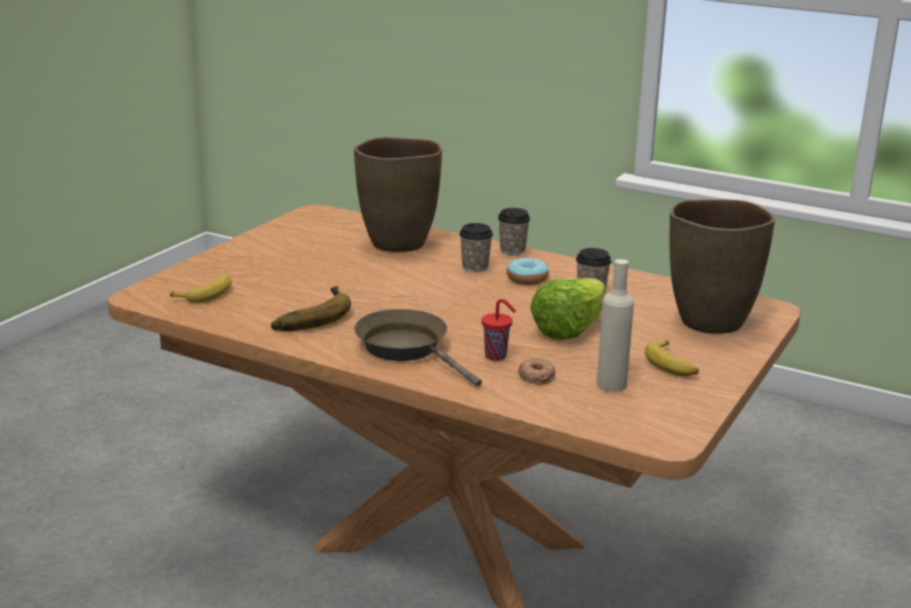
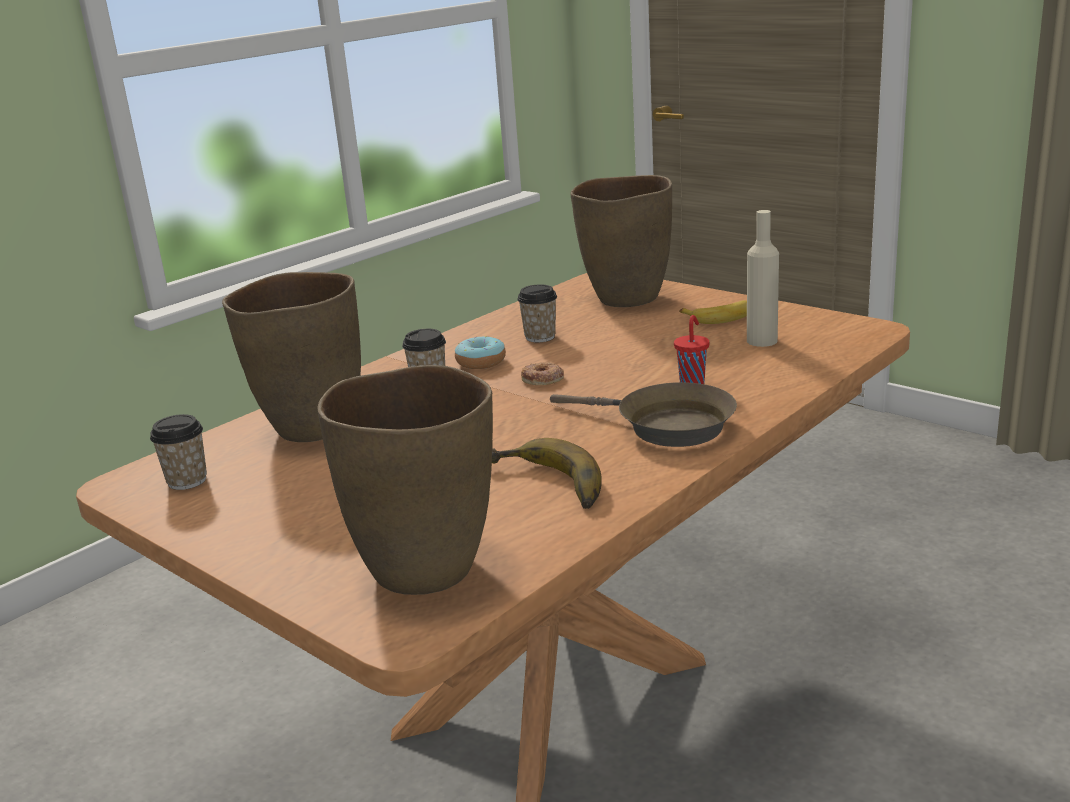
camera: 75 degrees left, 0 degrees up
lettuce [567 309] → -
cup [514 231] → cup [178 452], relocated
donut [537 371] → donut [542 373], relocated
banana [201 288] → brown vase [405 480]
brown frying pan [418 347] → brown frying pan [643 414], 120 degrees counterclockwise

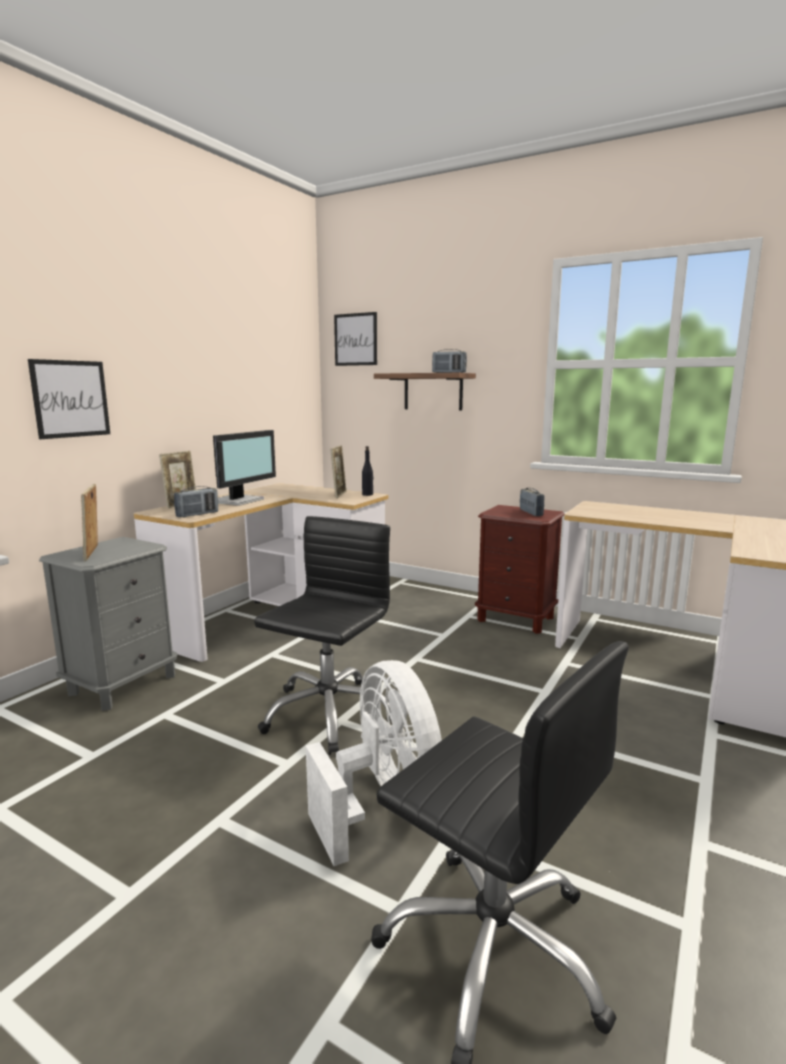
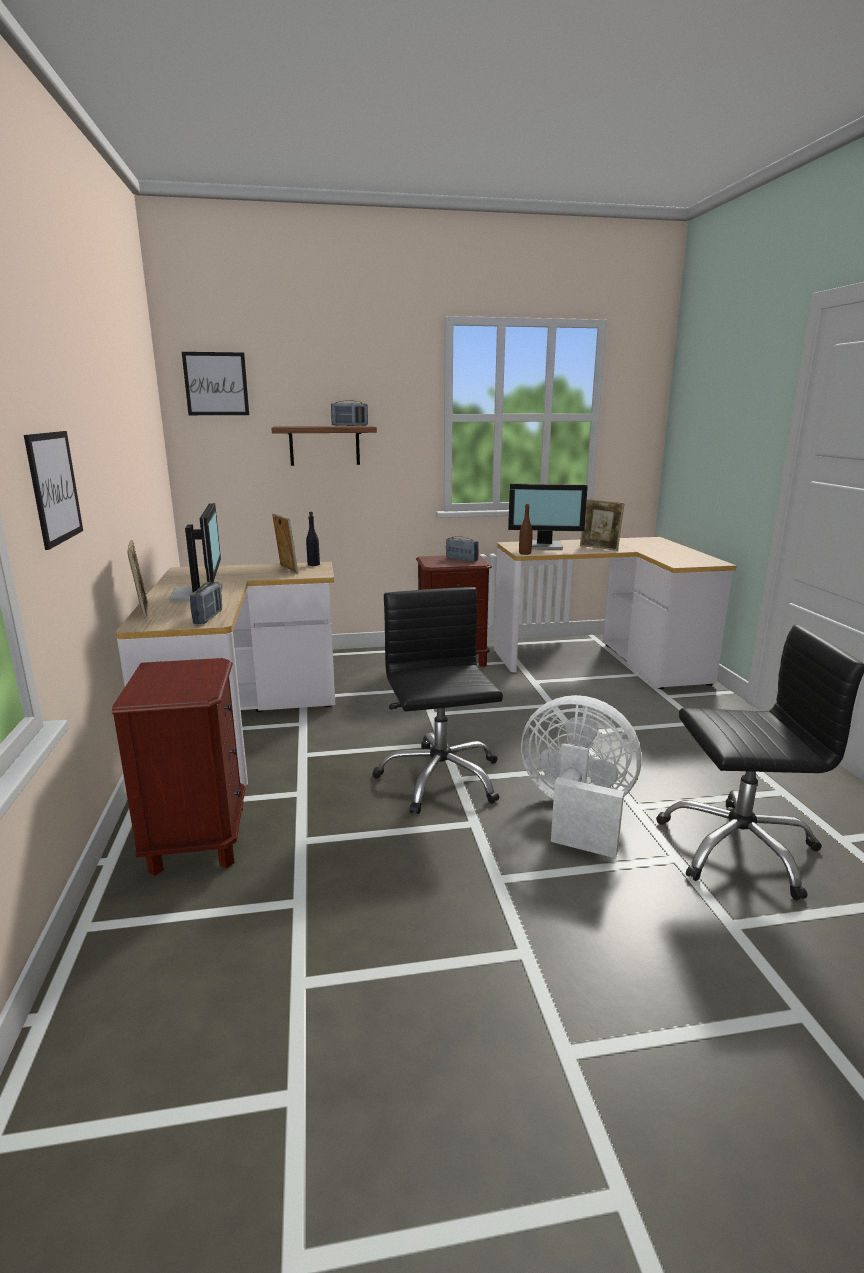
camera: 40 degrees left, 5 degrees up
- → monitor [548 517]
- → brown bottle [526 529]
picture frame [89 522] → picture frame [602 525], relocated
grey nightstand [108 624] → brown nightstand [178 767]

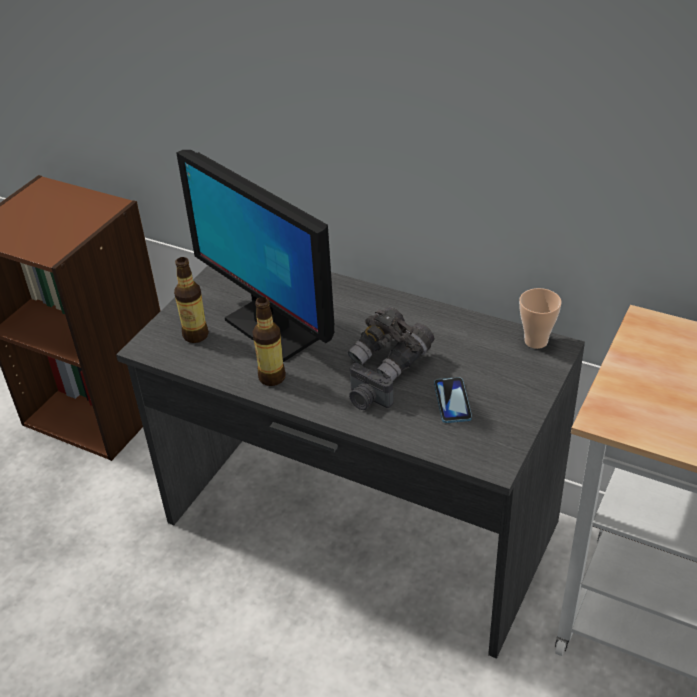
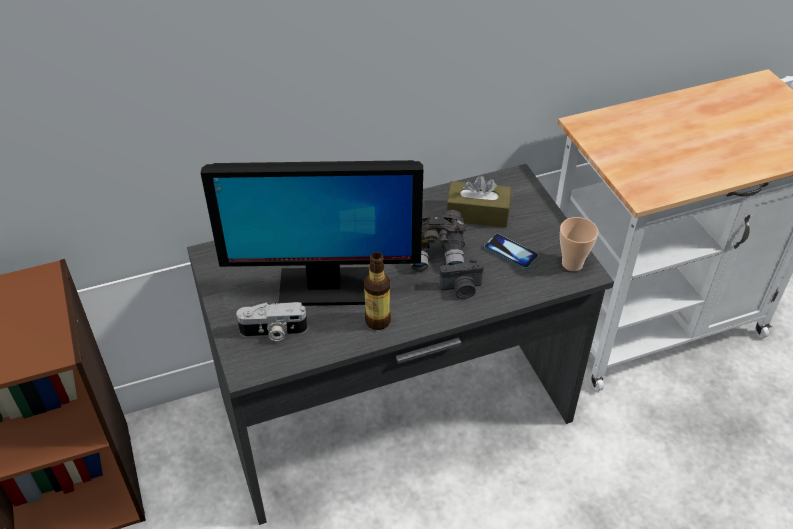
camera: 50 degrees left, 5 degrees up
- → brown tissue box [478 202]
cup [540 318] → cup [579 244], relocated
bottle [191 300] → photo camera [272 321]

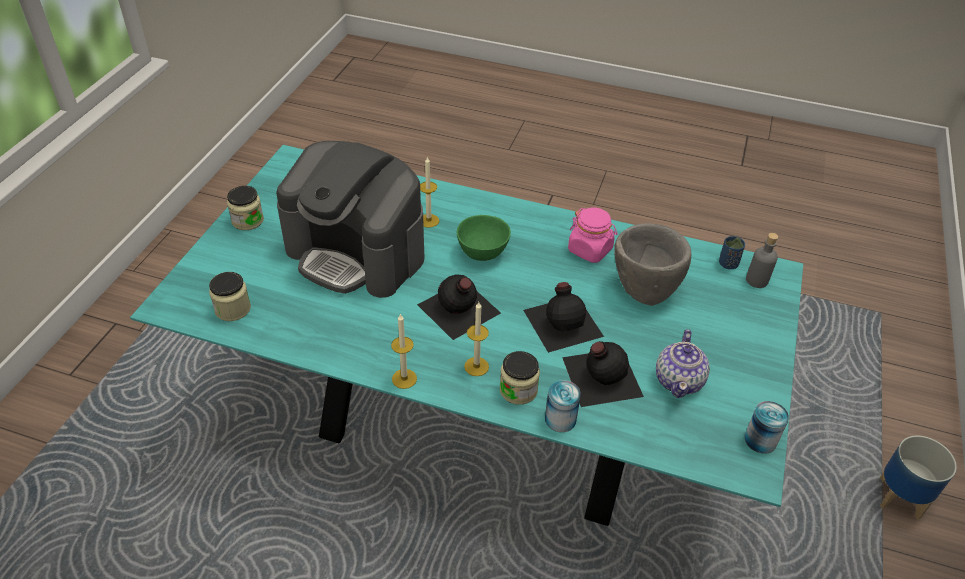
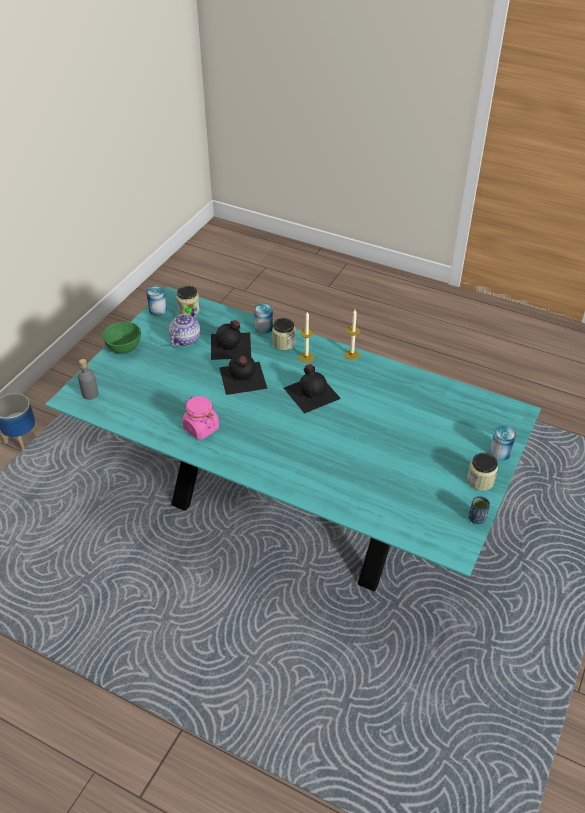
camera: 170 degrees left, 0 degrees up
coffee machine [350 219] → -
candle [429 192] → -
grey bowl [652 264] → -
- → can [503 443]
jar [230 296] → jar [188 300], relocated
green bowl [484 238] → green bowl [121 338], relocated
blue cup [732 252] → blue cup [479 510], relocated

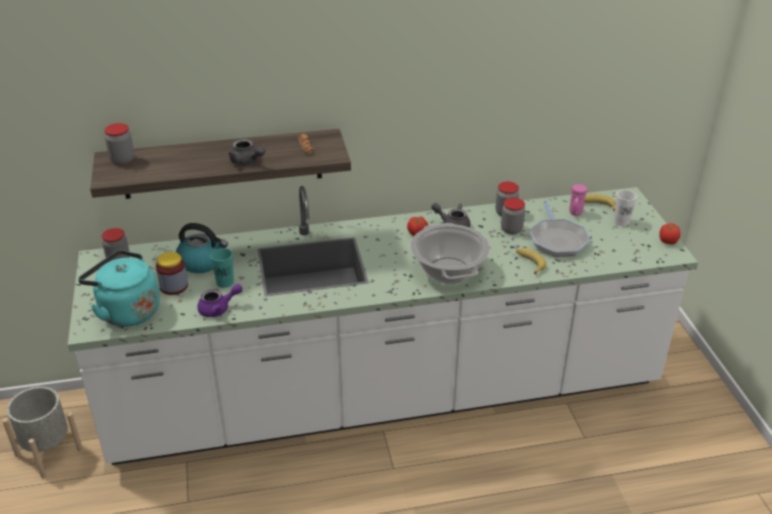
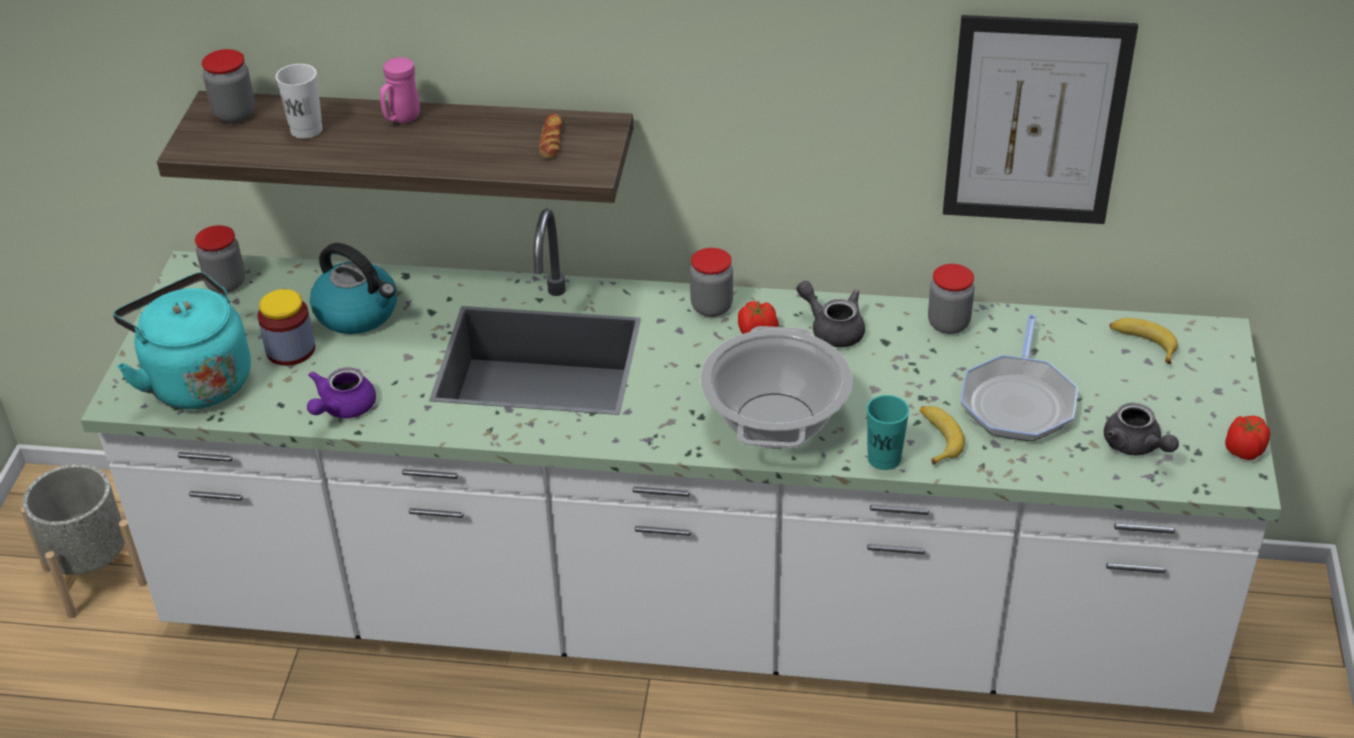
camera: 20 degrees right, 5 degrees up
- → picture [1040 119]
turquoise cup [222 268] → turquoise cup [888 432], relocated
grey teapot [246 152] → grey teapot [1141 429], relocated
jar [513 216] → jar [711 282], relocated
pink mug [578 200] → pink mug [400 90], relocated
white cup [625 208] → white cup [299 101], relocated
purple teapot [219 300] → purple teapot [341 392], 120 degrees clockwise

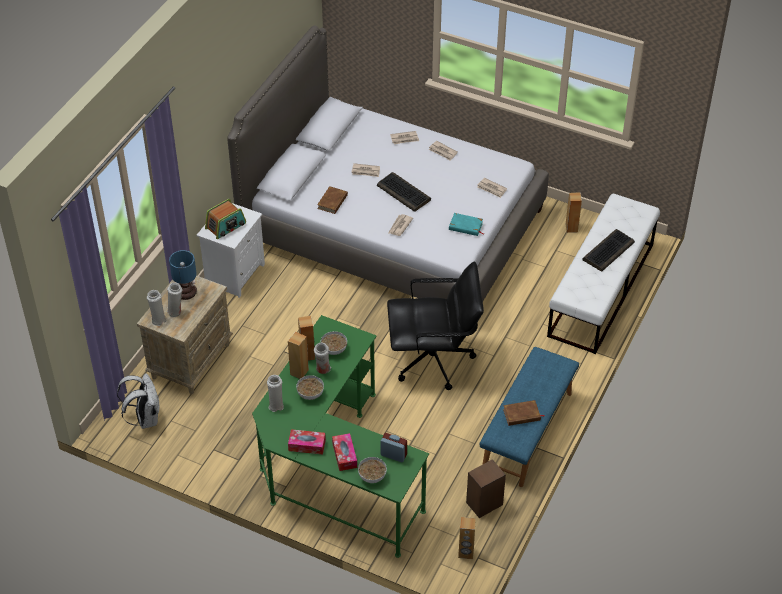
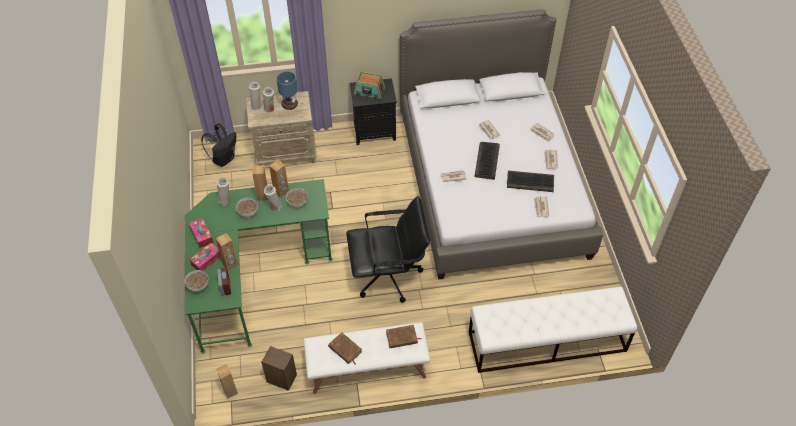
camera: 55 degrees right, 5 degrees up
turquoise book [466 224] → -
brown book [332 200] → brown book [403 336], relocated
brown speaker [574 212] → brown speaker [227 252], relocated
keyboard [608 250] → keyboard [530 181], relocated
white backpack [138 401] → black backpack [218 145]
white nightstand [231 250] → black nightstand [373 111]
blue bench [529 417] → white bench [367 358]
black office chair [435 326] → black office chair [388 249], 60 degrees counterclockwise

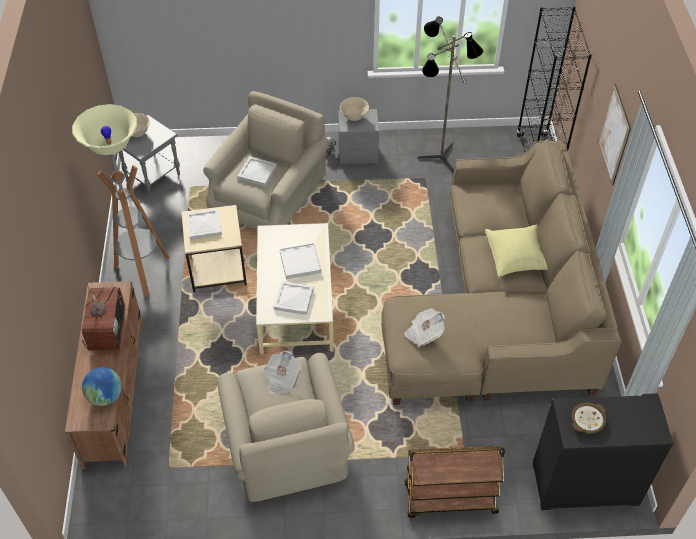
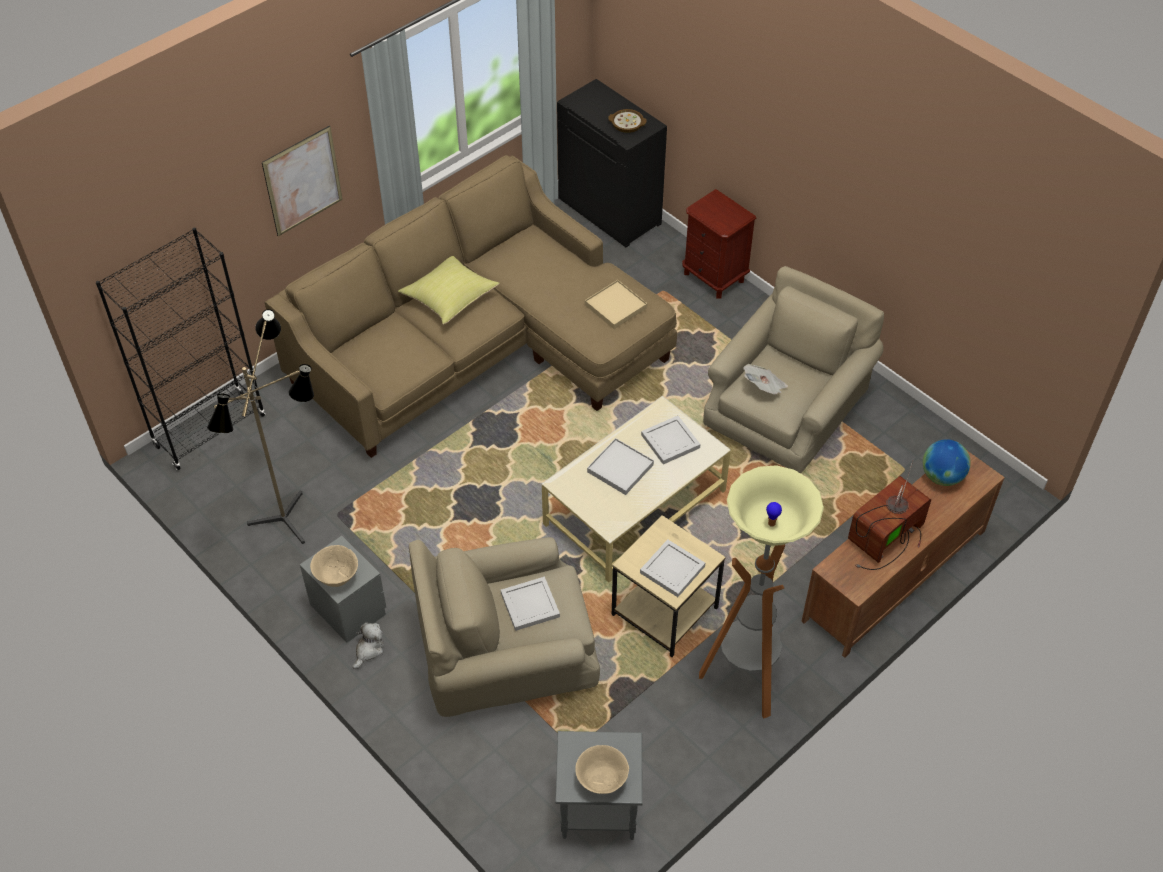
camera: 130 degrees left, 0 degrees up
newspaper [424 327] → beige tray [616 304]
brown cart [455 482] → brown nightstand [719 244]

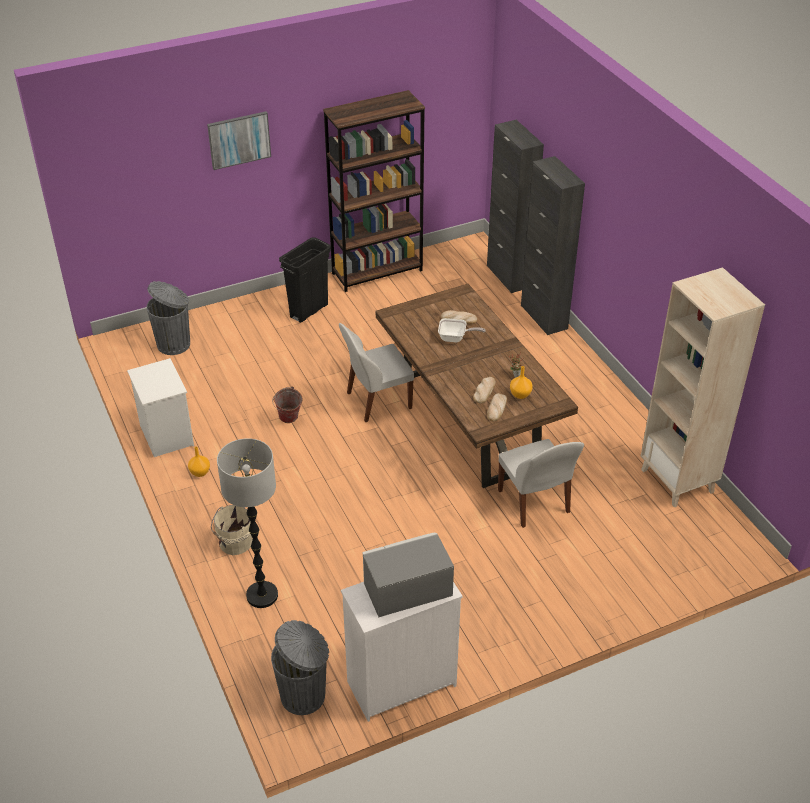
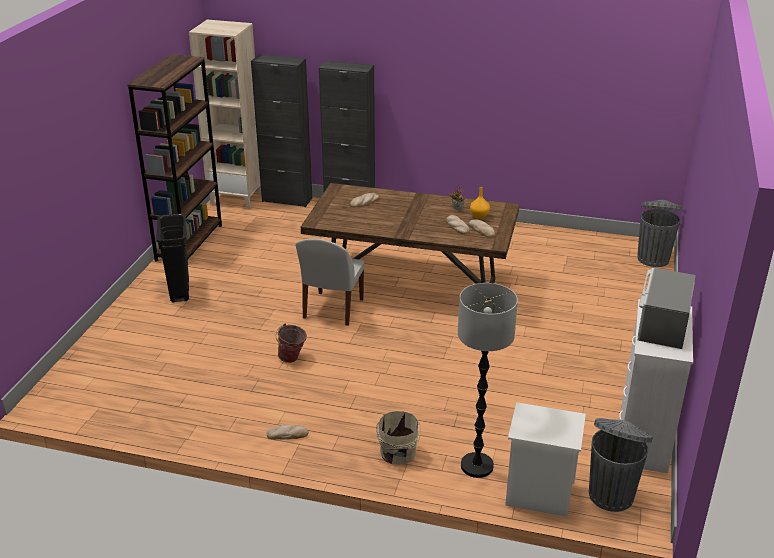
camera: 50 degrees left, 10 degrees down
picture [239 140] → -
frying pan [462 330] → -
white chair [541 483] → -
white nightstand [160 407] → white nightstand [545 459], relocated
grey trash can [168 318] → grey trash can [660 233], relocated
beige bookcase [703 387] → beige bookcase [225 115], relocated
orange vase [199 461] → bread [287 432]

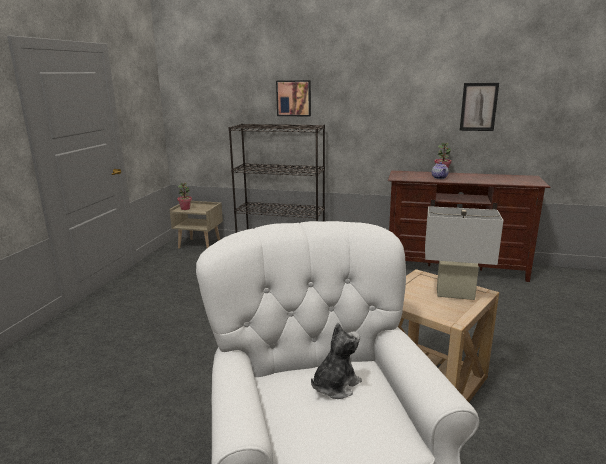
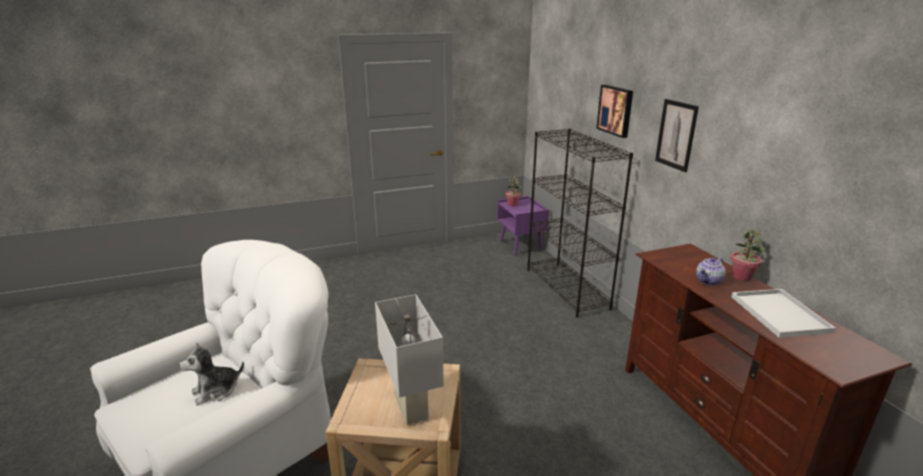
camera: 55 degrees right, 5 degrees up
- → white tray [784 313]
picture [479 107] → picture [677 135], relocated
beige nightstand [196 225] → purple nightstand [523 225]
plush toy [336 361] → plush toy [211 374], 135 degrees clockwise

